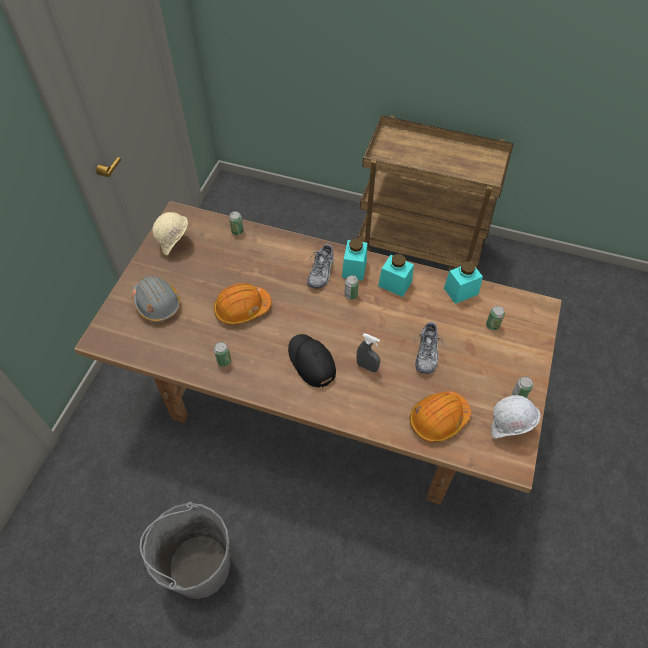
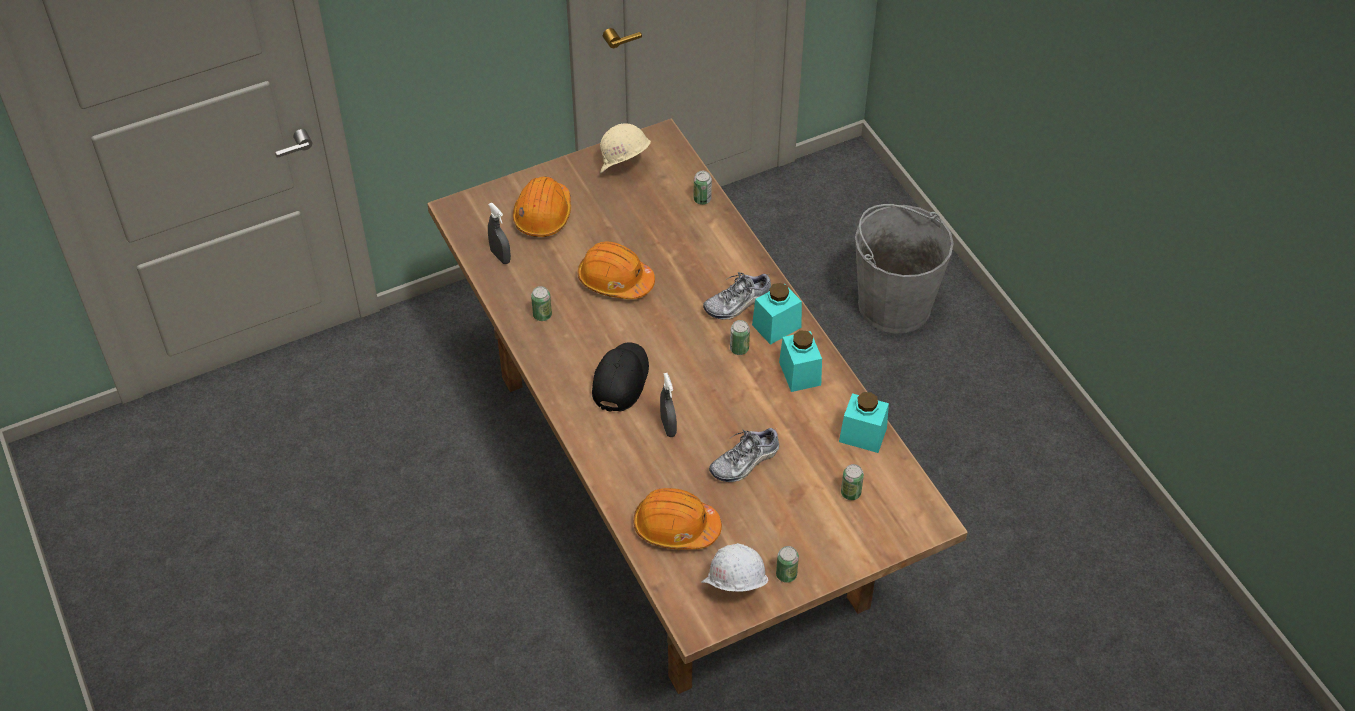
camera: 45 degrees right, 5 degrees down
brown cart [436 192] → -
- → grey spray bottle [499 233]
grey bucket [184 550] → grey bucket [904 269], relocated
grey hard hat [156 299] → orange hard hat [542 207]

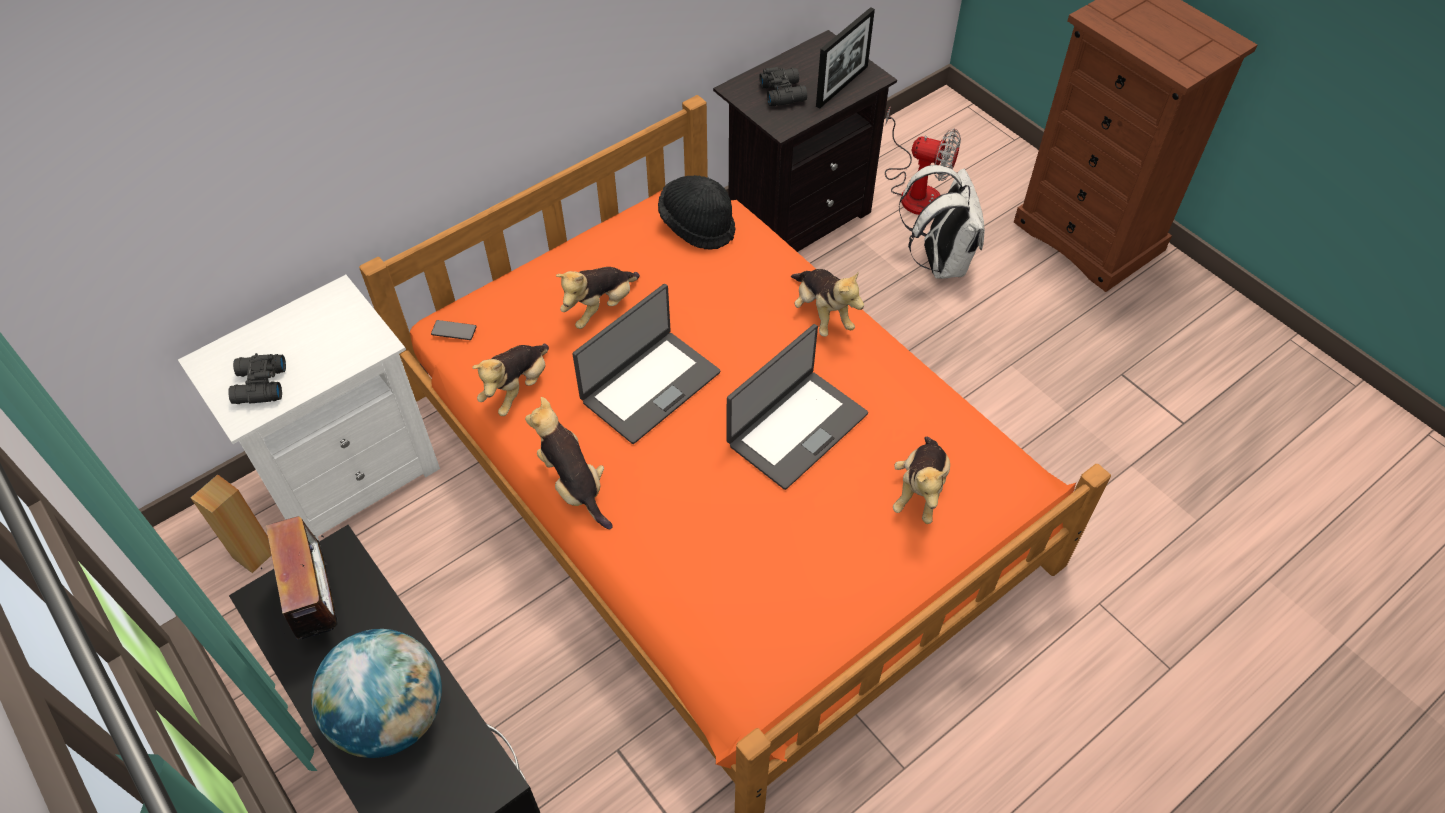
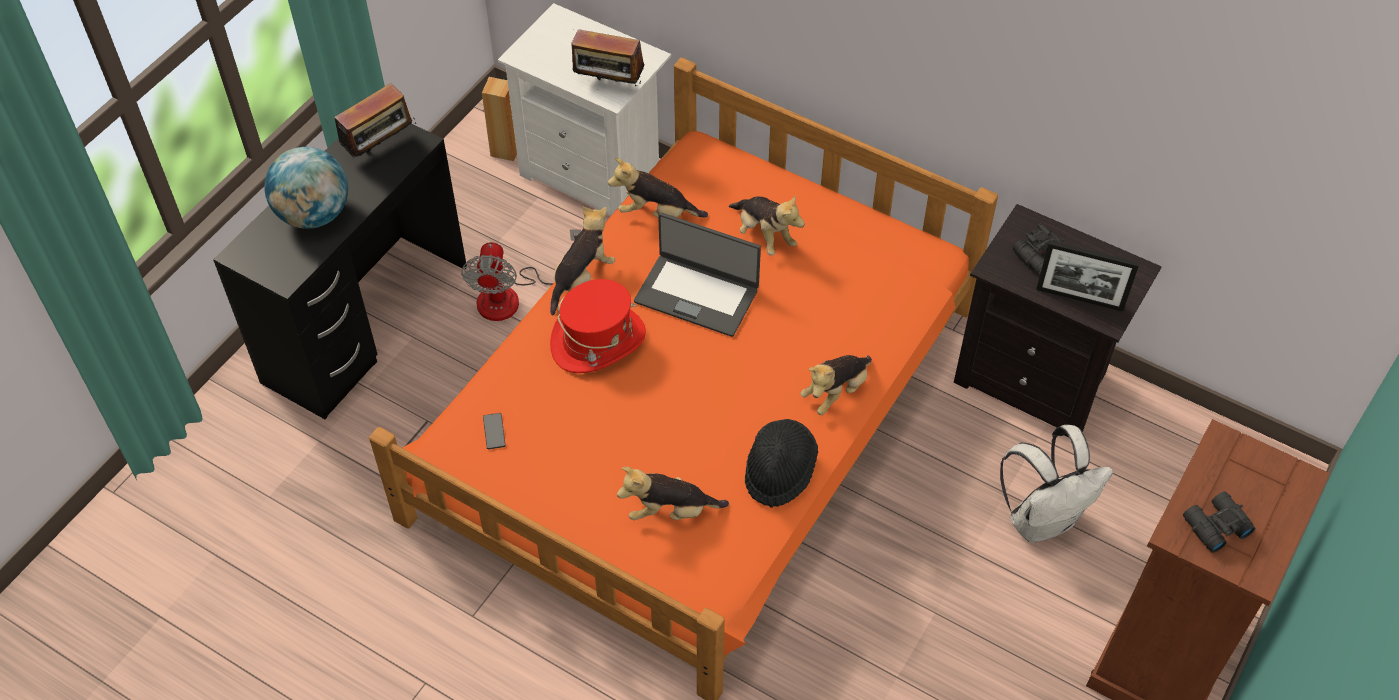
camera: 70 degrees right, 0 degrees up
laptop [797 407] → -
- → red hat [598 326]
- → radio [608 57]
black binoculars [257 378] → black binoculars [1219 522], relocated
phone [454 330] → phone [494 431], relocated
black hat [697 212] → black hat [781 463], relocated
fan [923 161] → fan [521 275], relocated
plush toy [598 298] → plush toy [767 225], 150 degrees counterclockwise

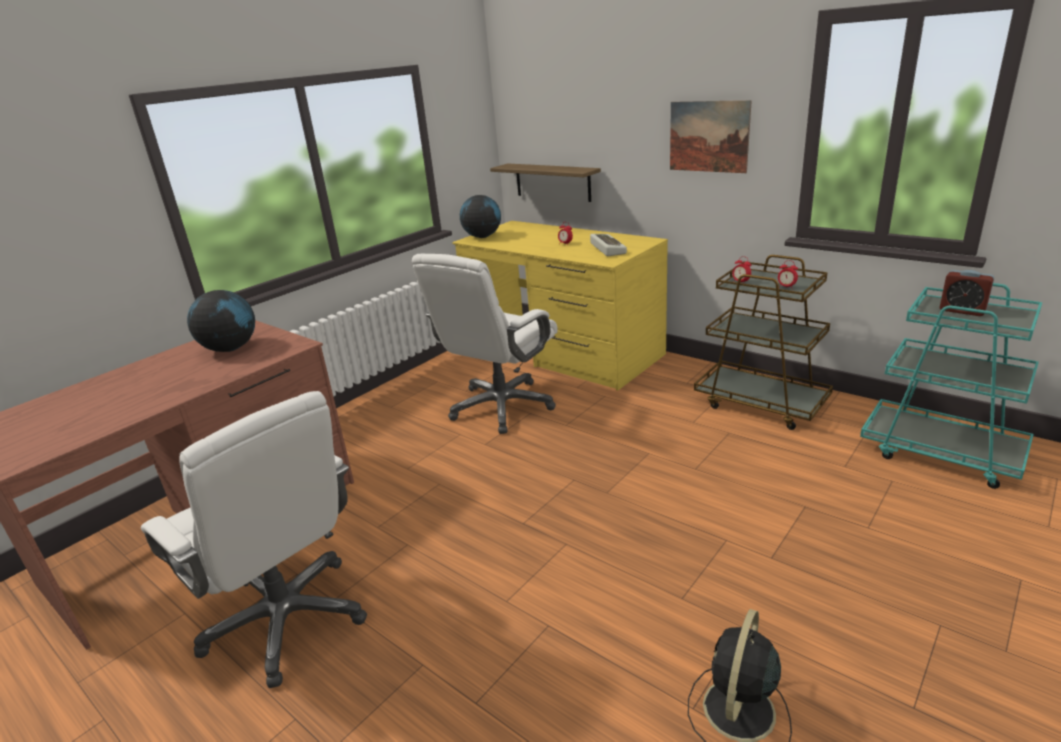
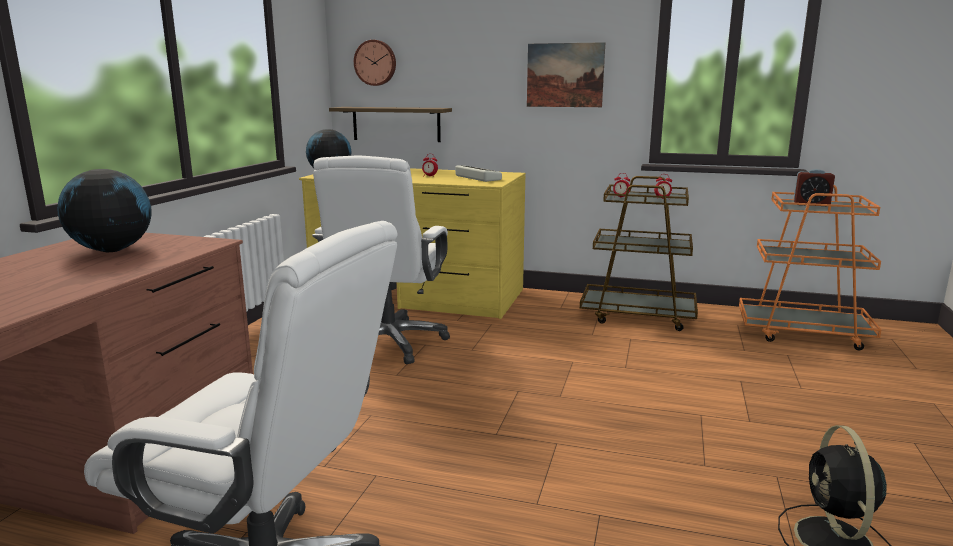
camera: 25 degrees left, 10 degrees down
- → wall clock [375 63]
turquoise cart [951 386] → orange cart [810 267]

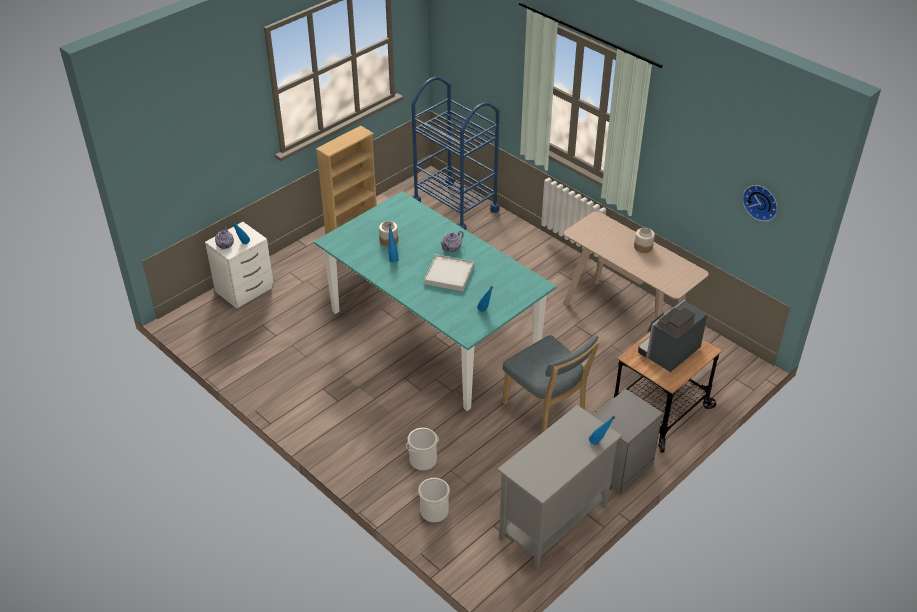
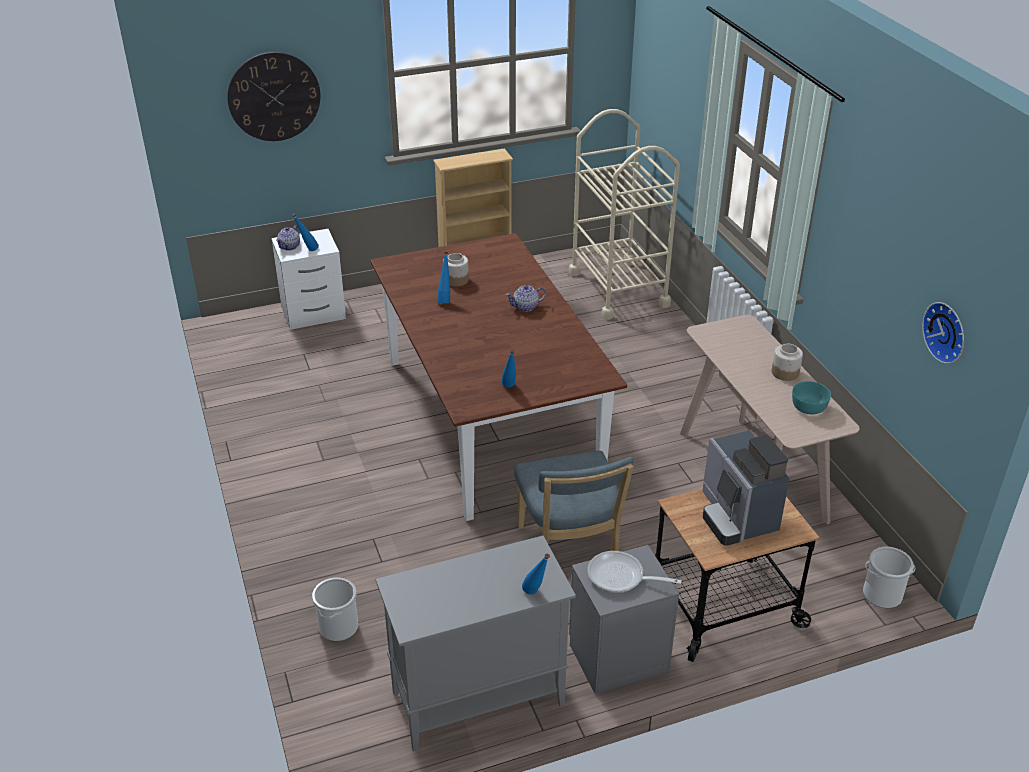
camera: 25 degrees right, 5 degrees down
white tray [449 272] → -
- → wall clock [273 96]
- → frying pan [634 572]
- → turquoise bowl [811 397]
bucket [422 449] → bucket [889 577], relocated
turquoise dining table [435 301] → brown dining table [498 377]
blue cart [456 153] → beige cart [624 214]
coffee machine [673 335] → coffee machine [746 488], 90 degrees counterclockwise

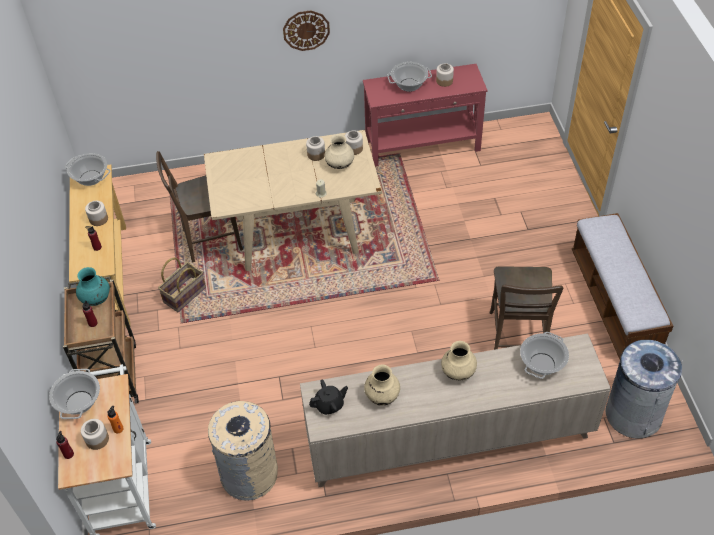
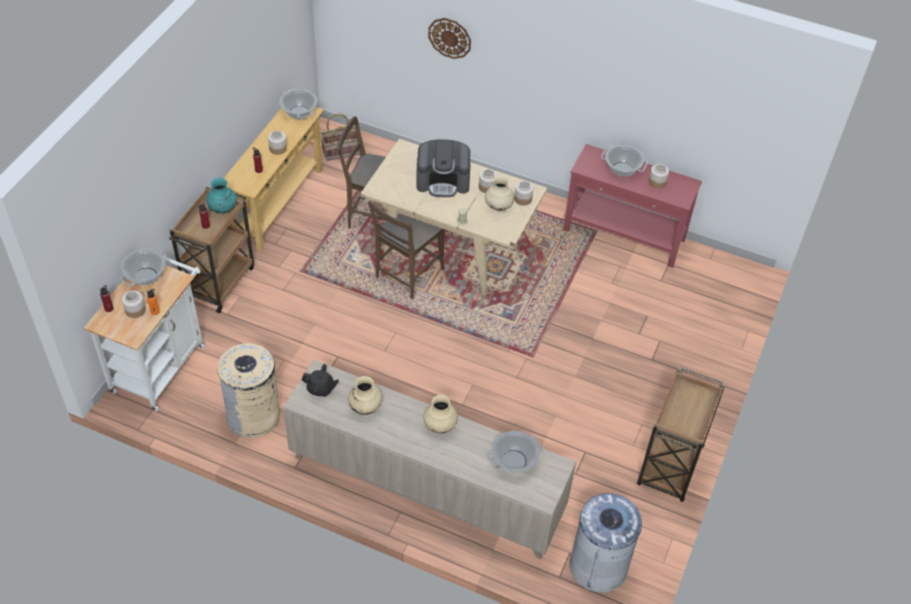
camera: 30 degrees right, 0 degrees up
- → coffee machine [443 168]
basket [182 284] → basket [340 137], relocated
wall clock [306 30] → wall clock [449 38], relocated
brown chair [526 308] → brown chair [406 250], relocated
bench [622 286] → brown cart [681 434]

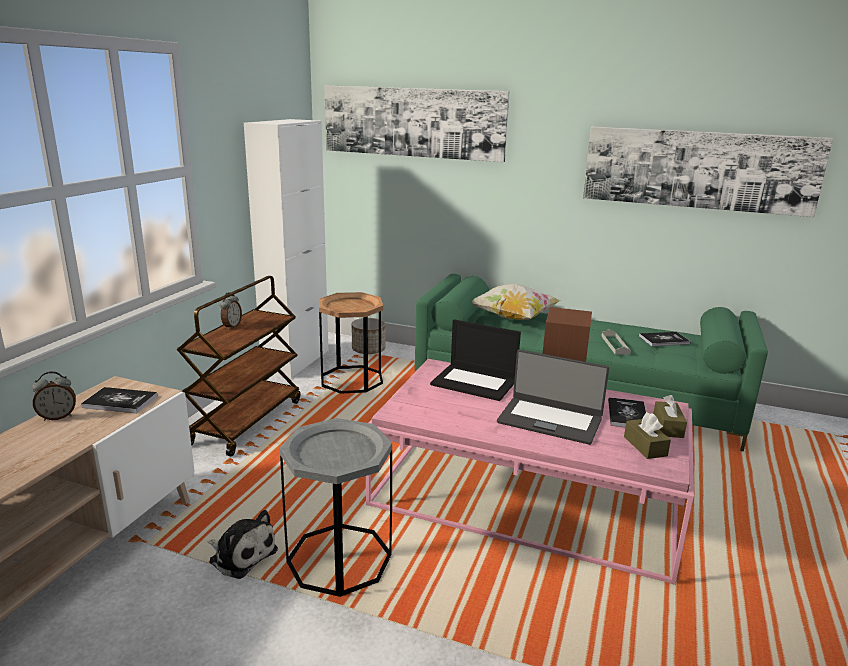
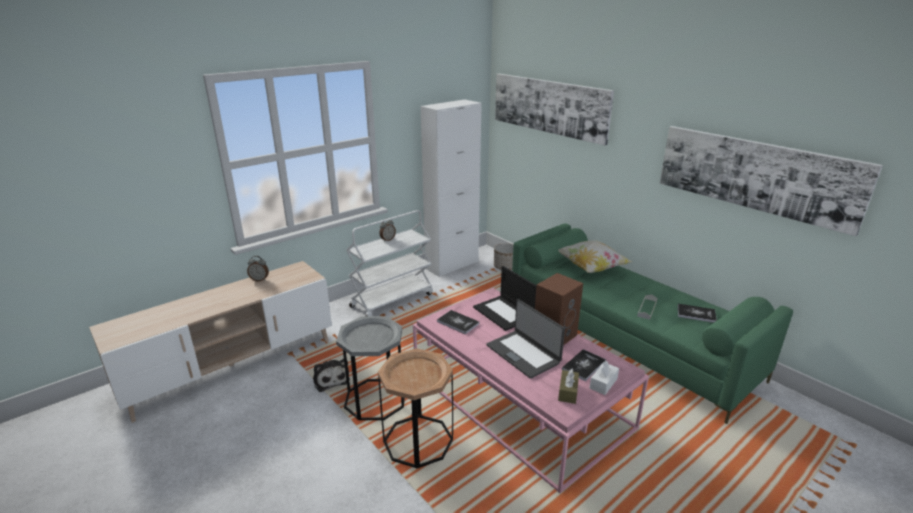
camera: 30 degrees right, 5 degrees up
book [119 400] → book [458 322], relocated
brown side table [351 343] → brown side table [415 408], relocated
brown cart [238 366] → white cart [389 263]
brown tissue box [670 416] → white tissue box [604 378]

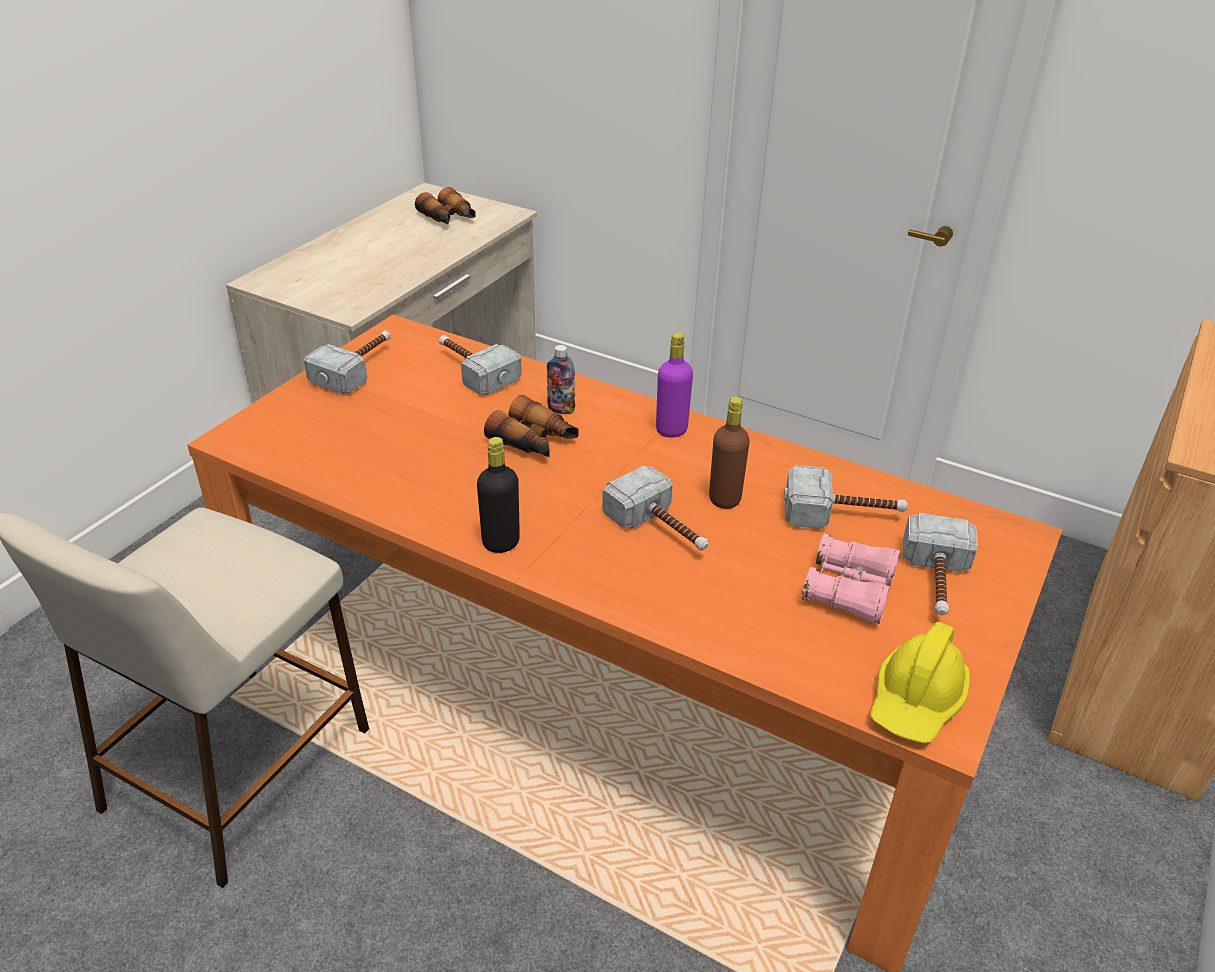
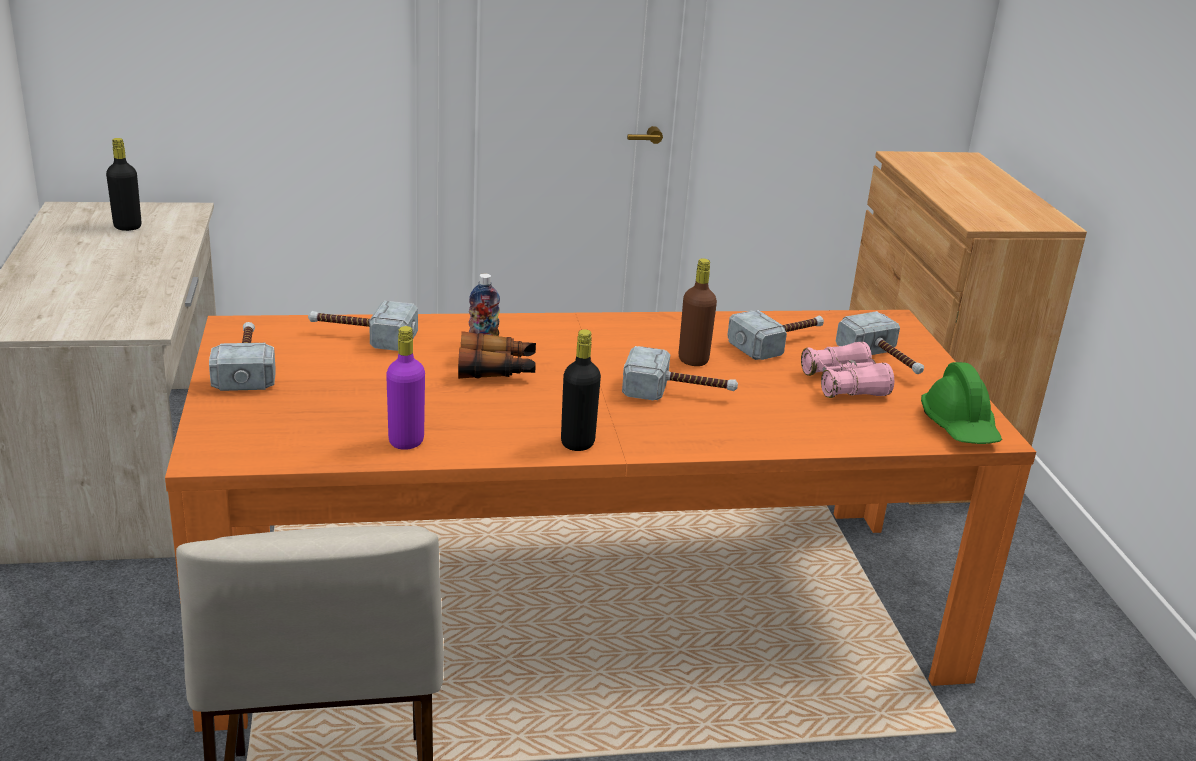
camera: 40 degrees left, 10 degrees down
purple bottle [674 385] → purple bottle [405 388], relocated
binoculars [445 205] → black bottle [123 184]
yellow hard hat [920 682] → green hard hat [961 403]

